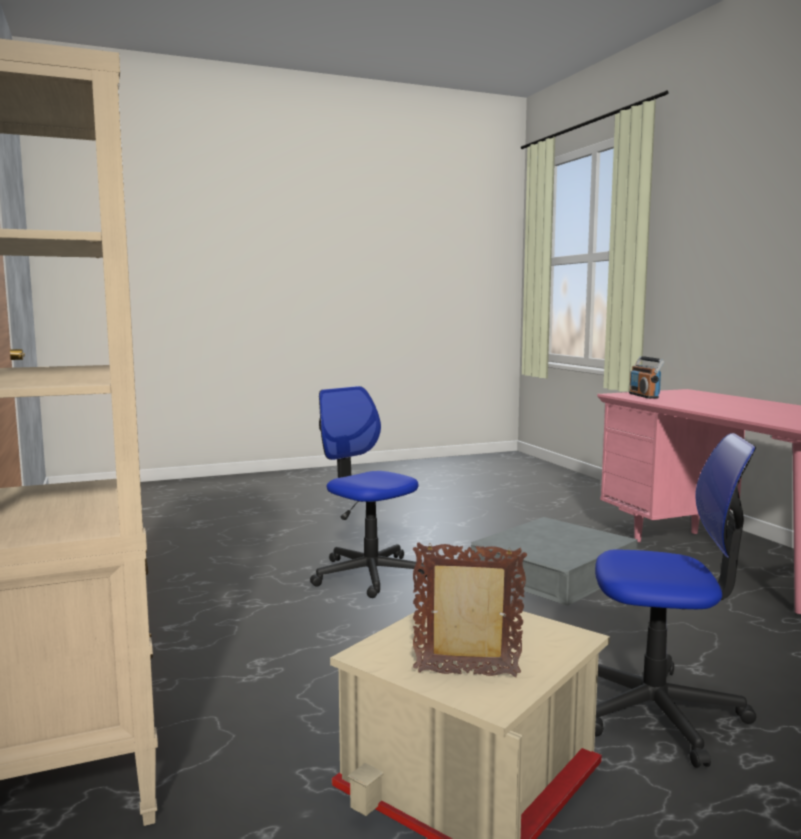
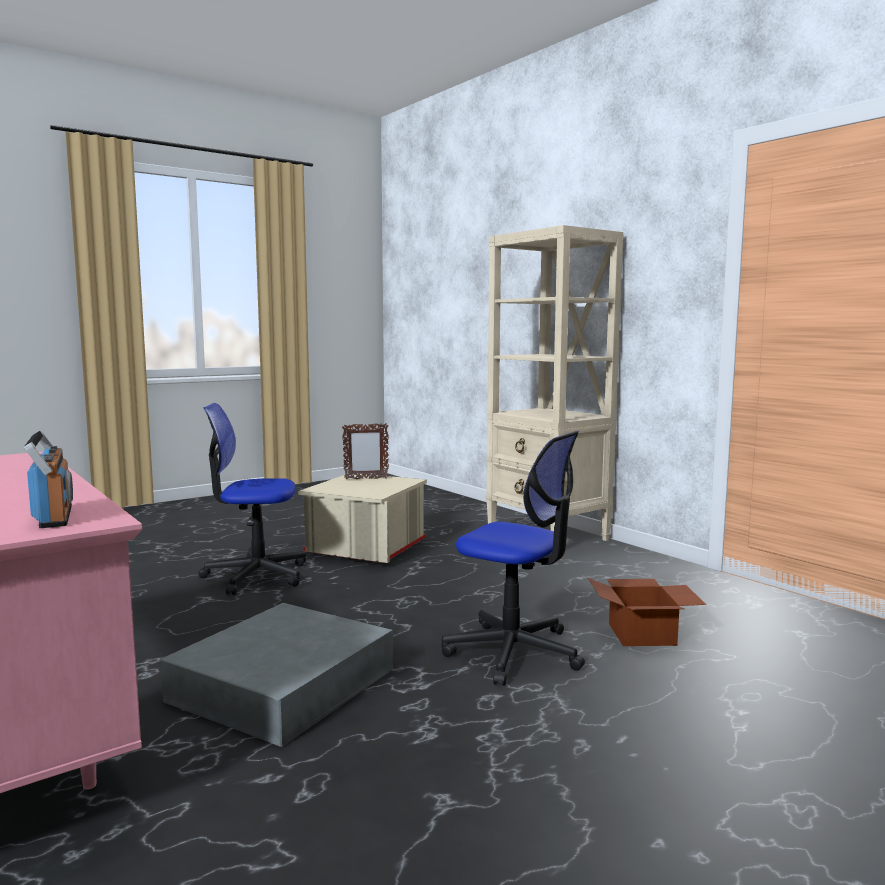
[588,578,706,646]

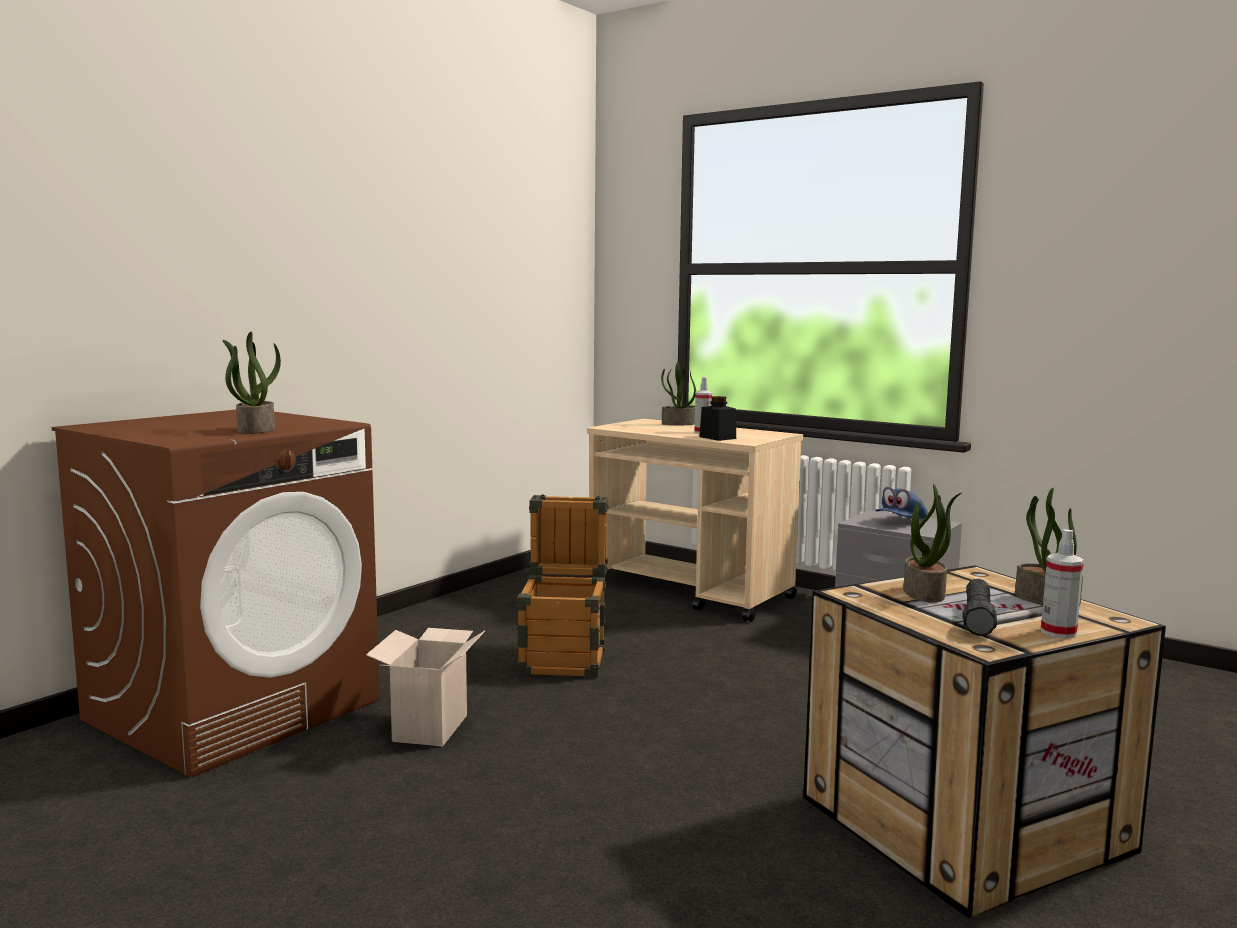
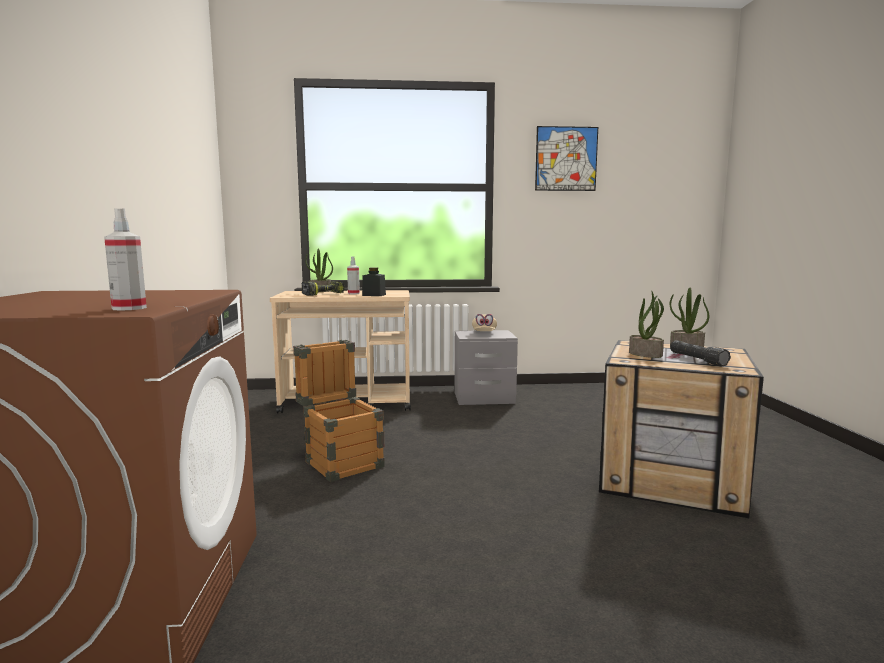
[222,332,281,434] (first image)
[472,314,497,331]
[104,208,147,311]
[366,628,485,746] (first image)
[535,126,598,191]
[301,281,345,296]

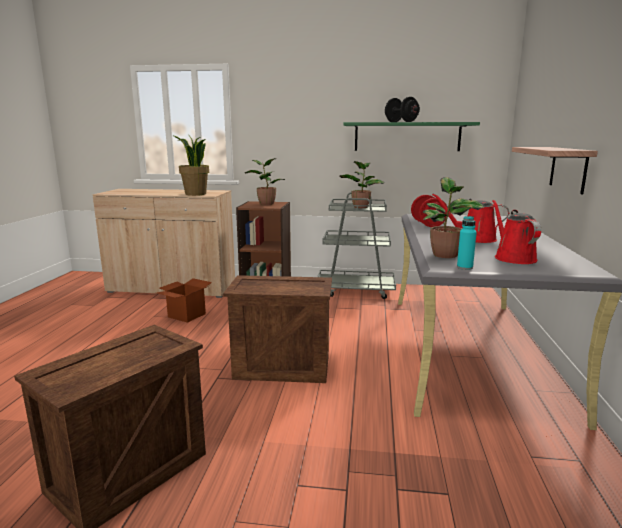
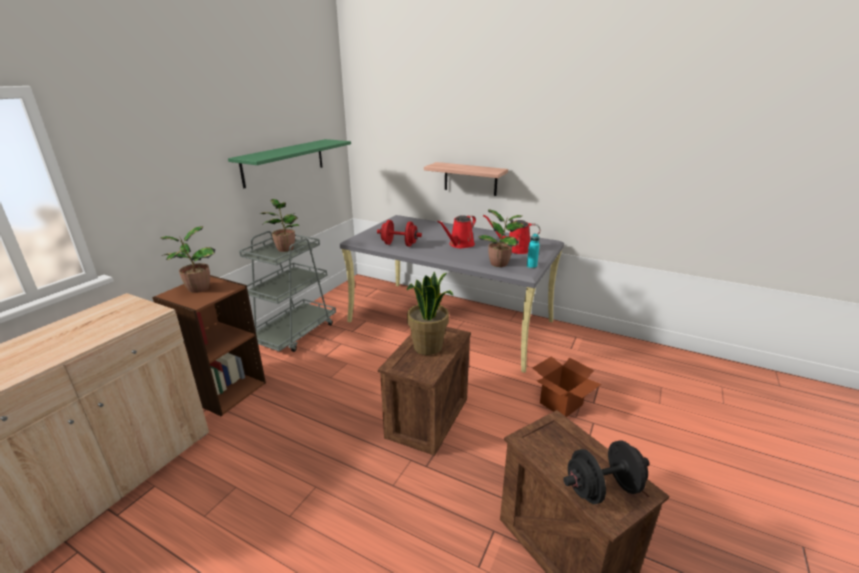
[563,440,649,504]
[407,272,453,355]
[533,356,601,417]

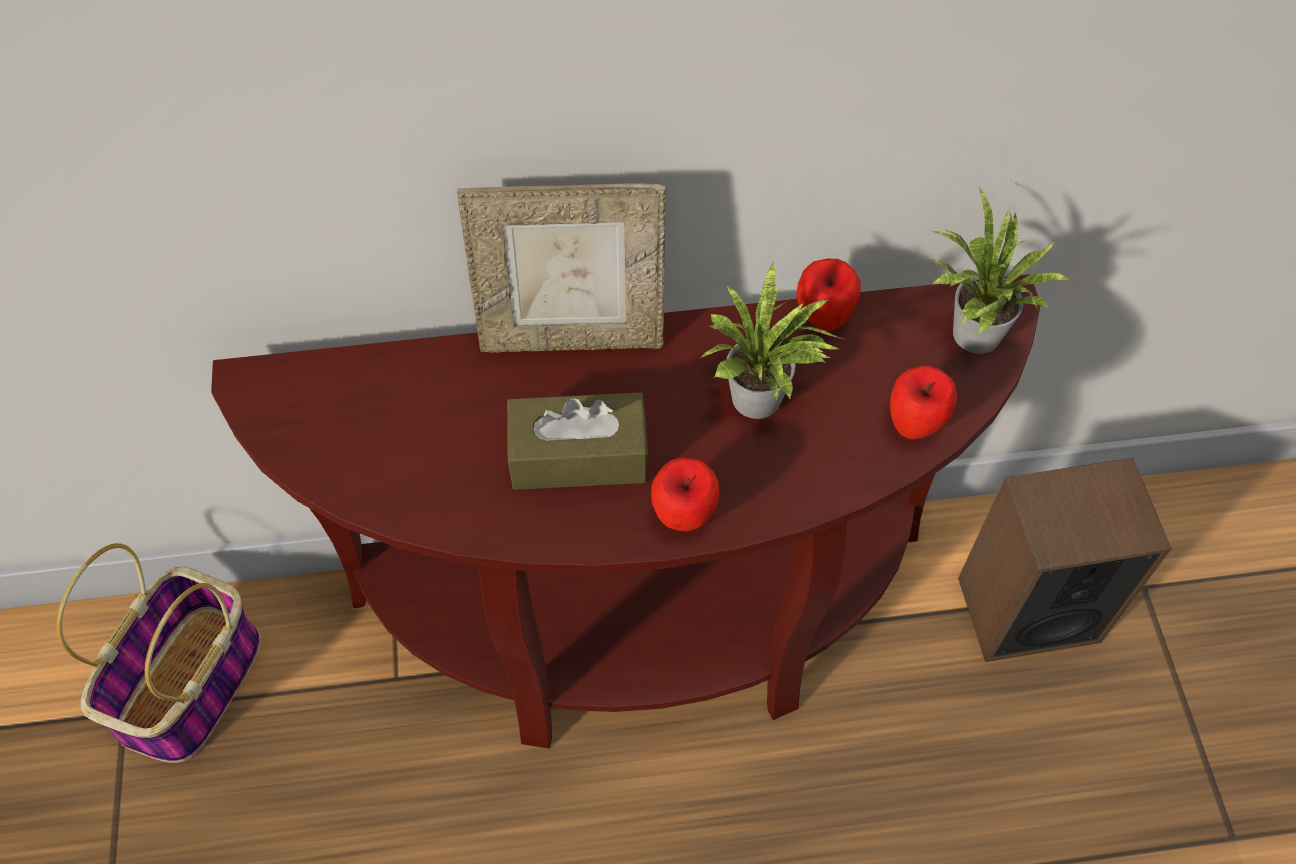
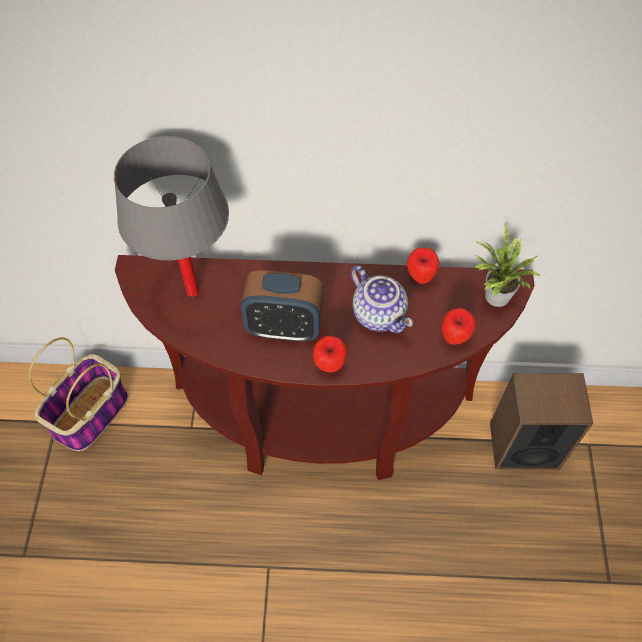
[457,183,666,353] (first image)
[351,265,413,333]
[241,270,323,341]
[114,136,229,297]

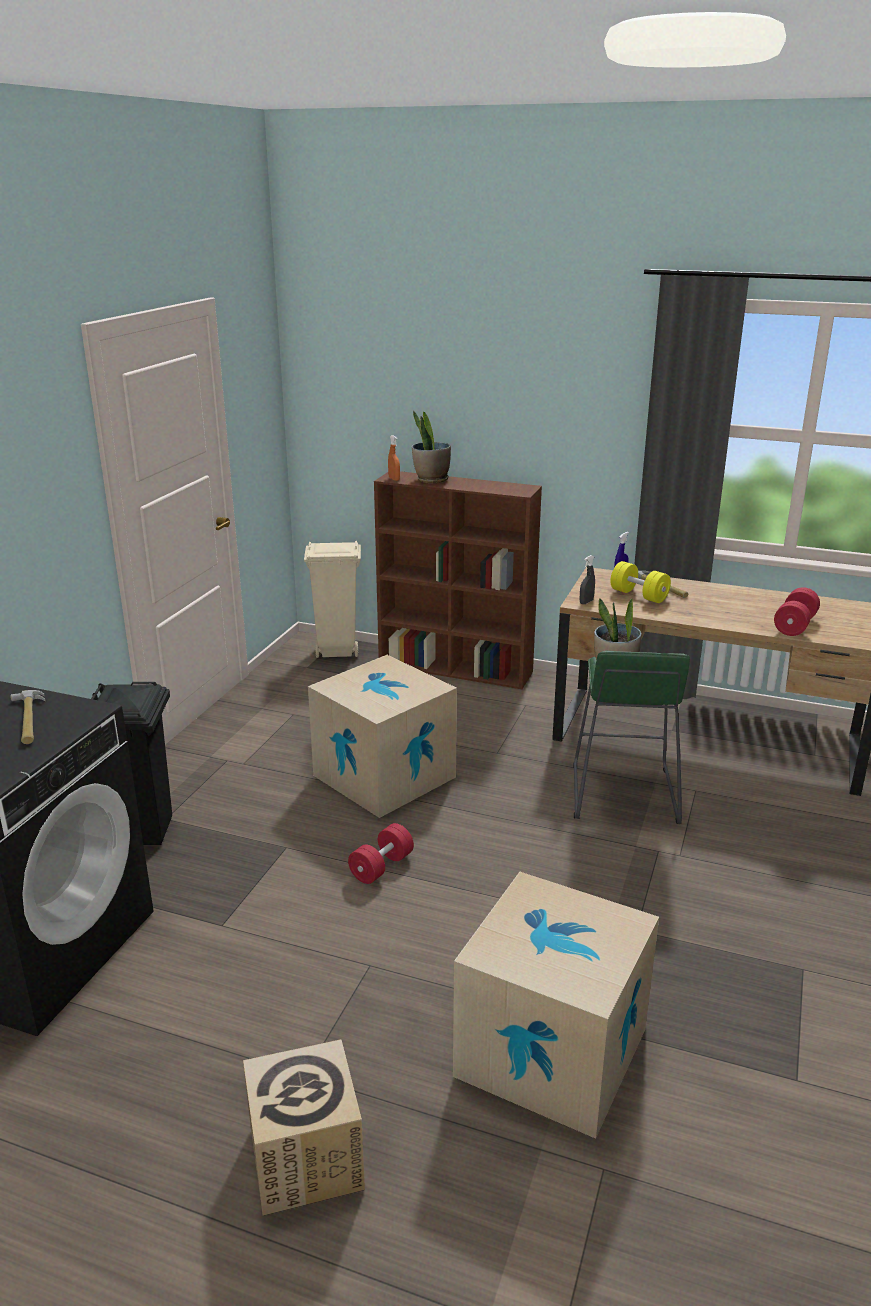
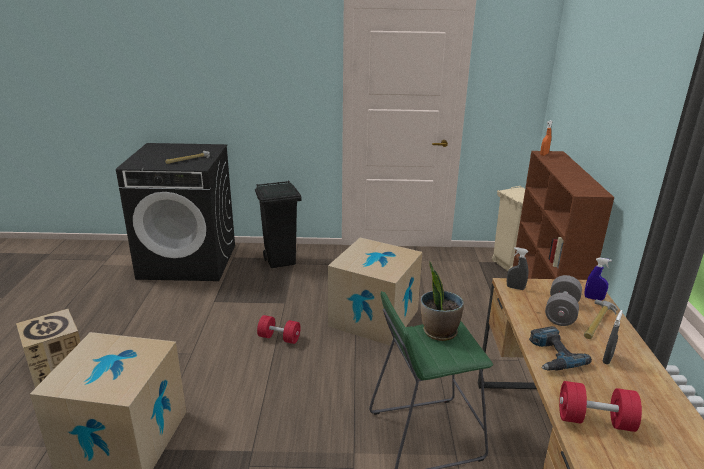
[412,411,451,483] (first image)
[545,275,582,326]
[602,310,623,364]
[529,326,592,371]

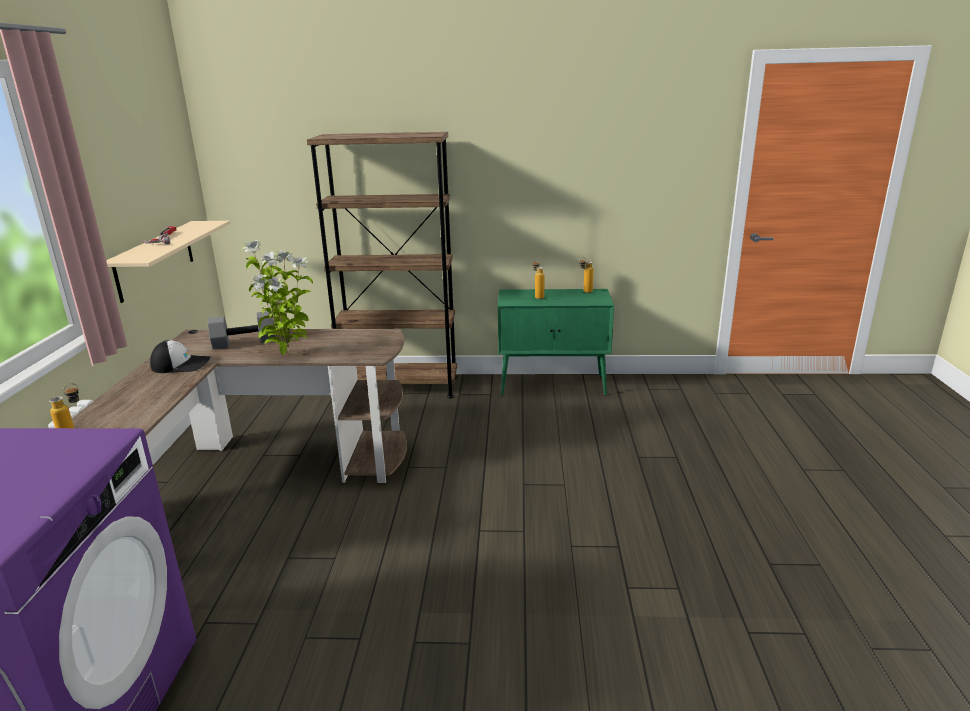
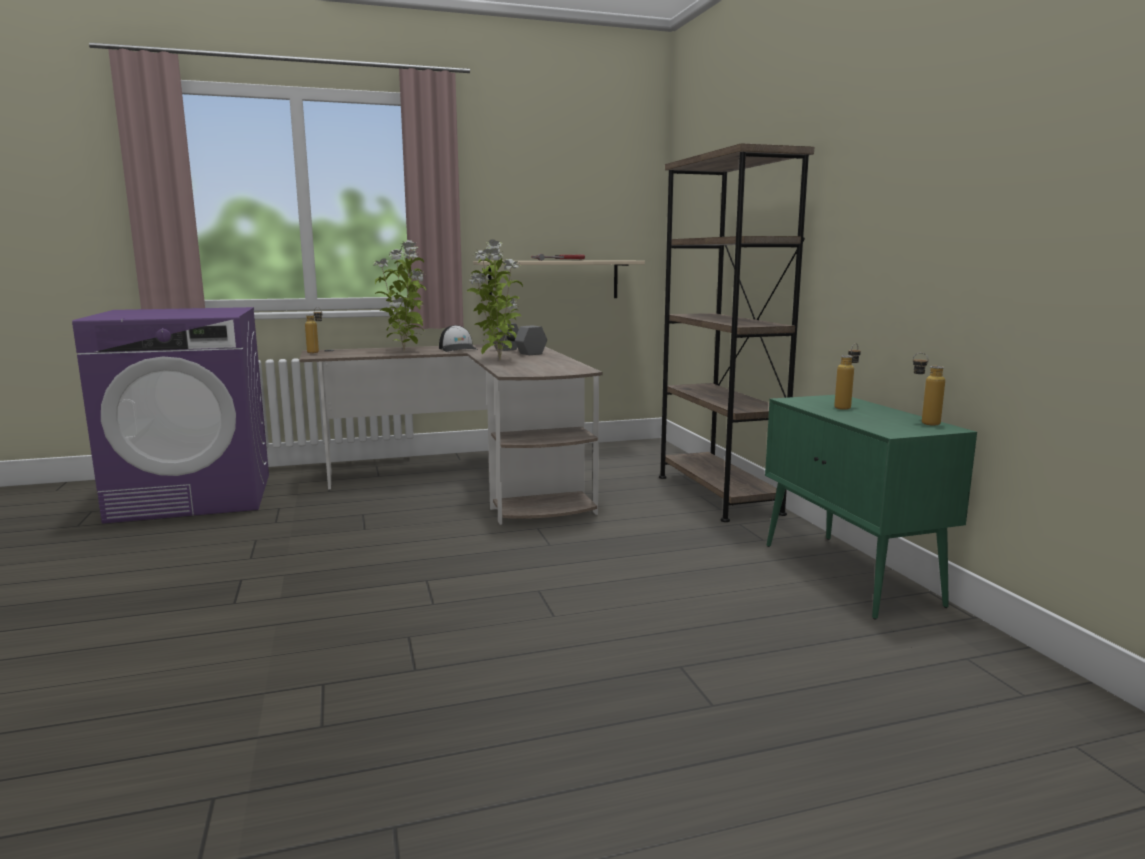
[373,240,426,351]

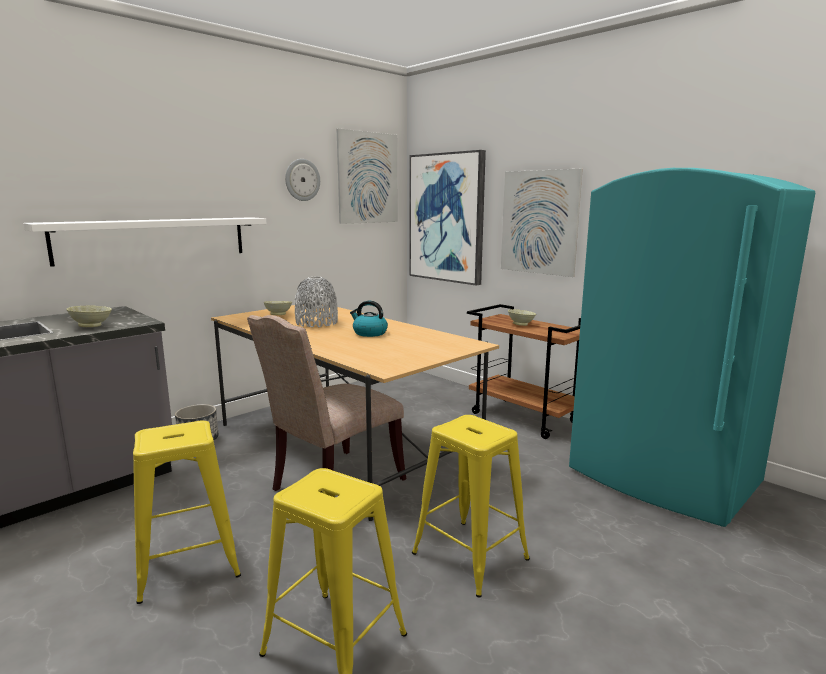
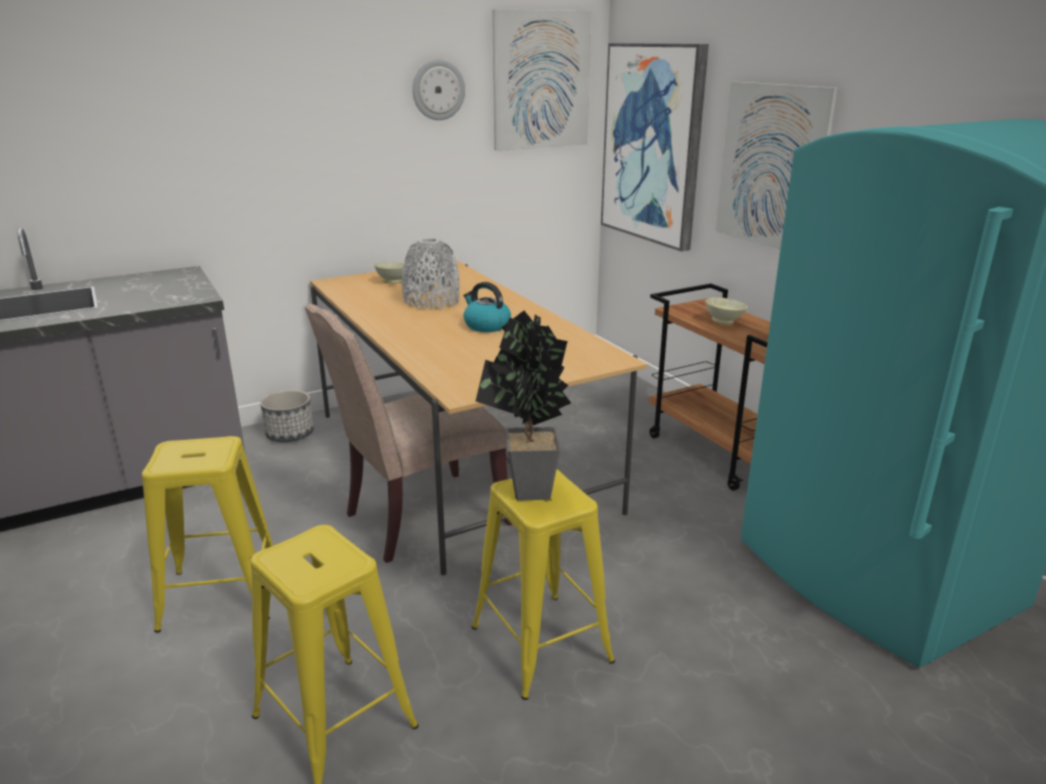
[23,217,267,267] (first image)
[66,305,112,327] (first image)
[475,311,571,501]

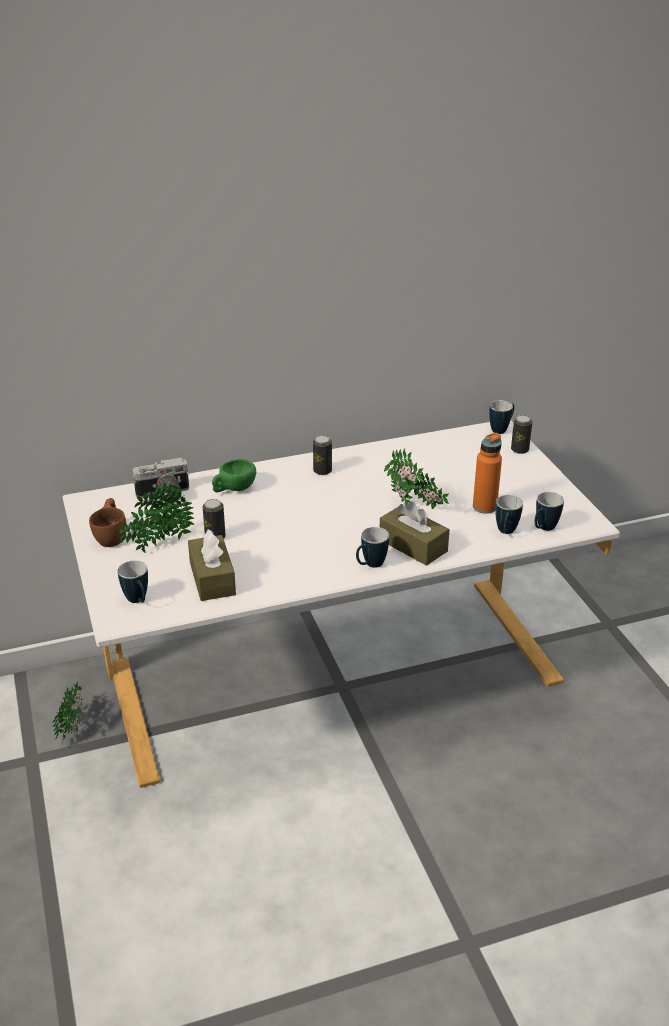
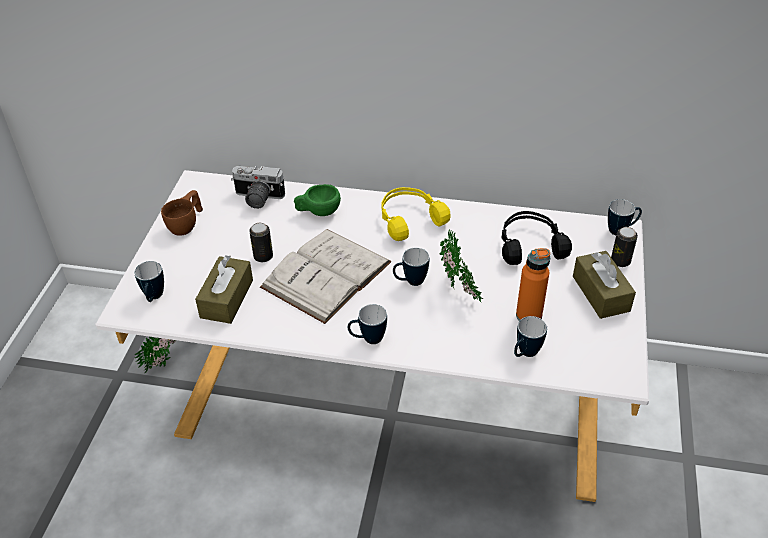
[381,187,450,241]
[118,483,195,553] (first image)
[393,248,429,286]
[573,251,636,319]
[502,211,572,265]
[260,229,392,324]

